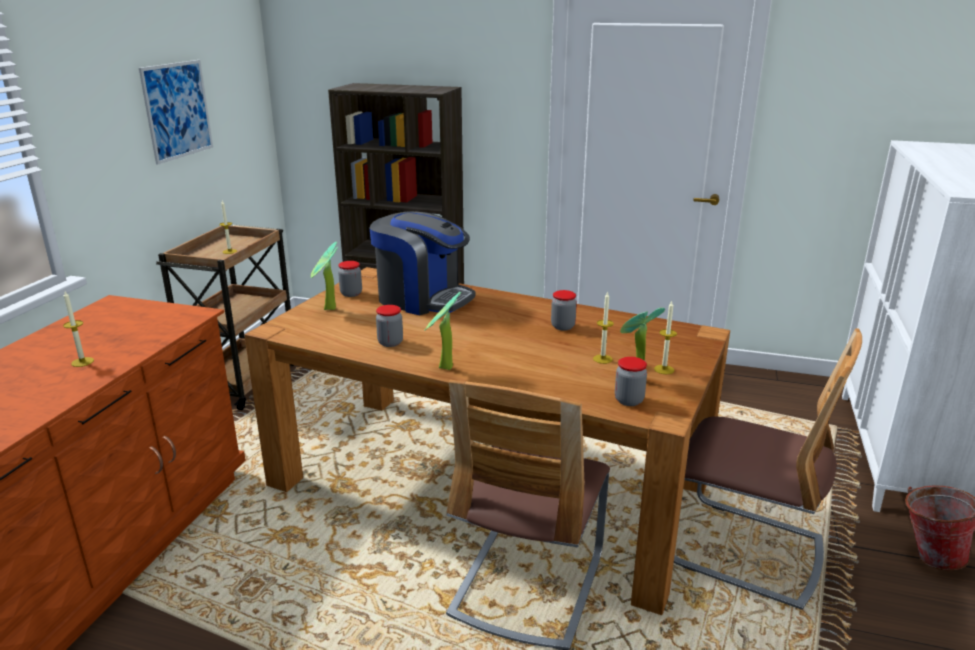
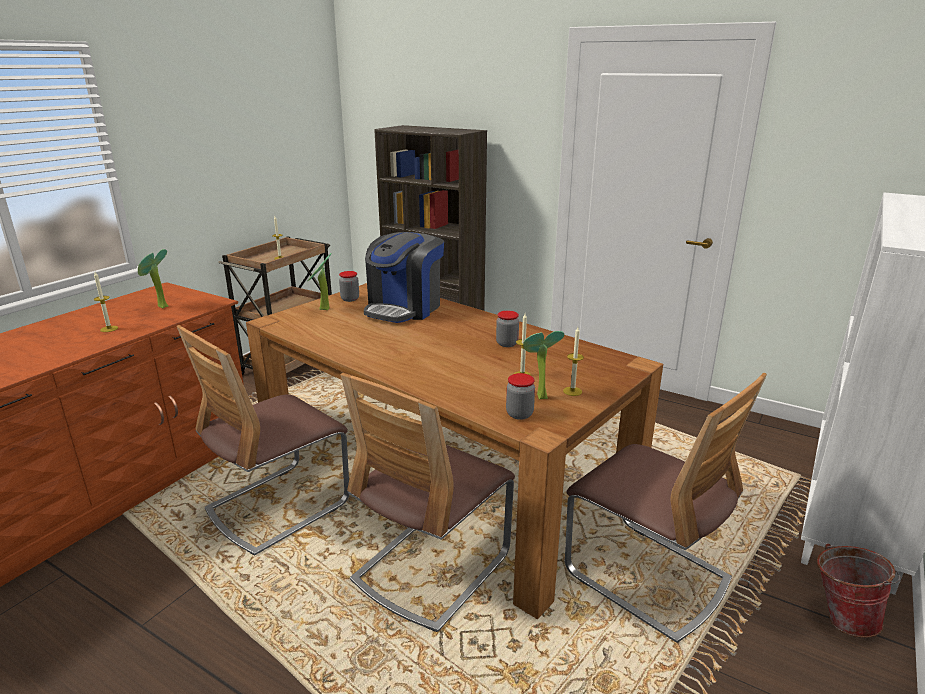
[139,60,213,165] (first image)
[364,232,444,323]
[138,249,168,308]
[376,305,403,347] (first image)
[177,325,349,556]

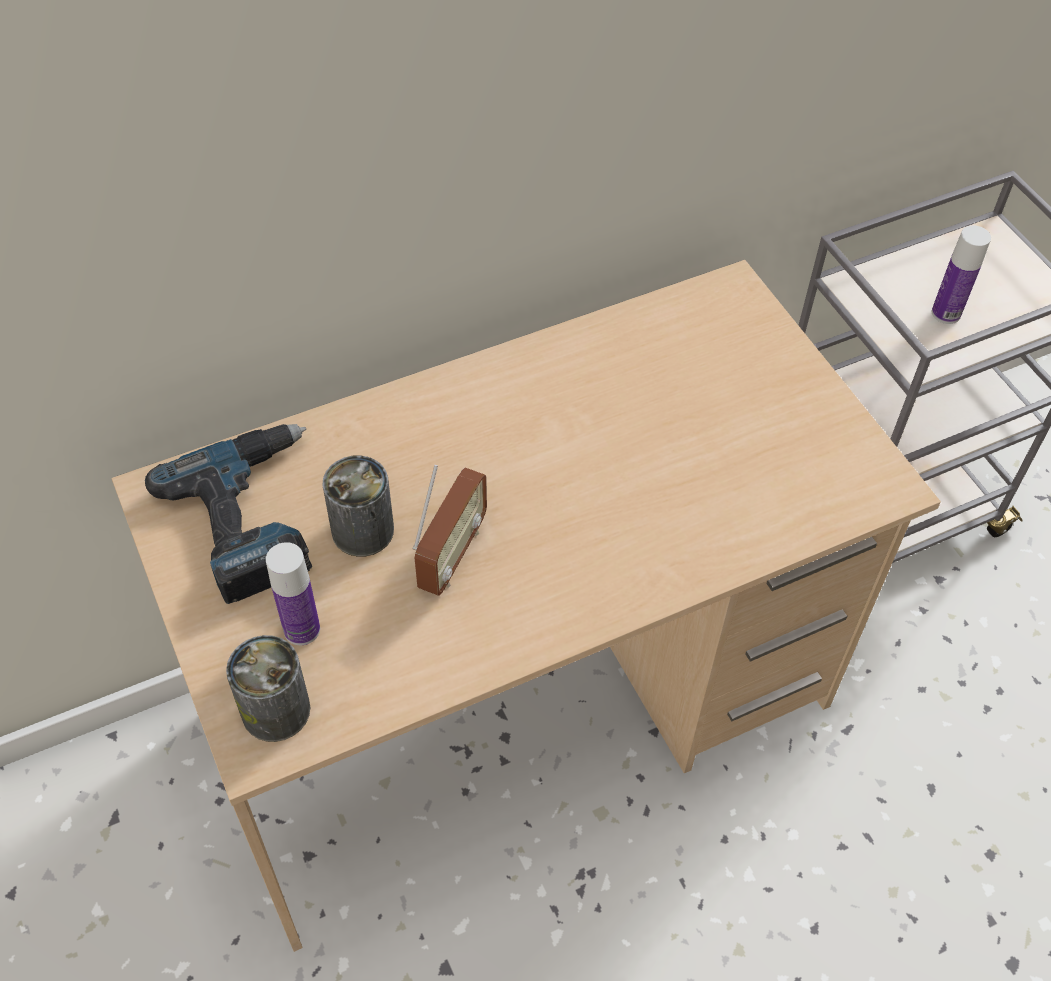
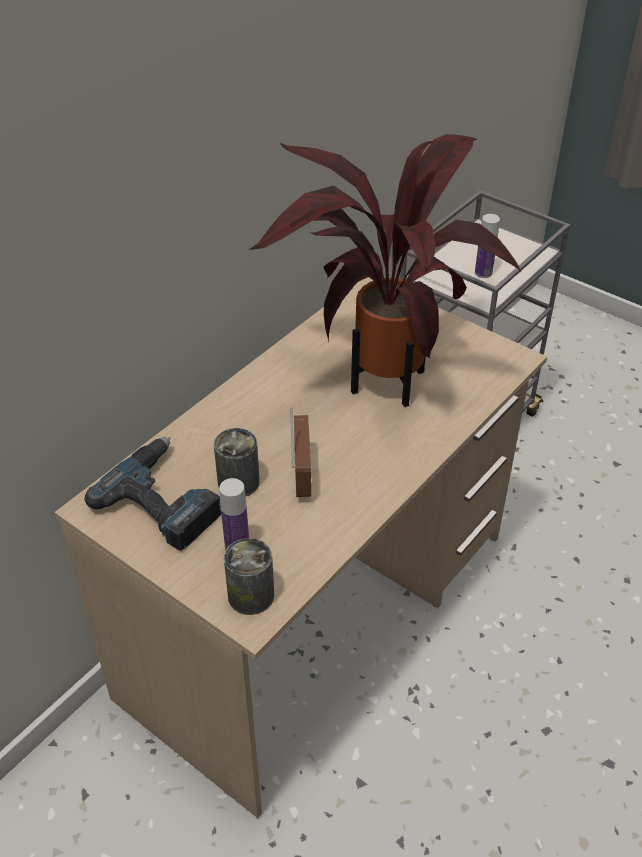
[249,134,522,407]

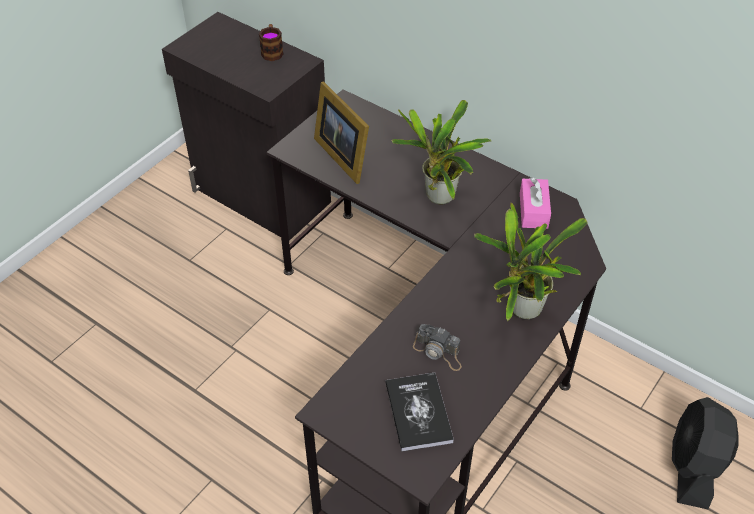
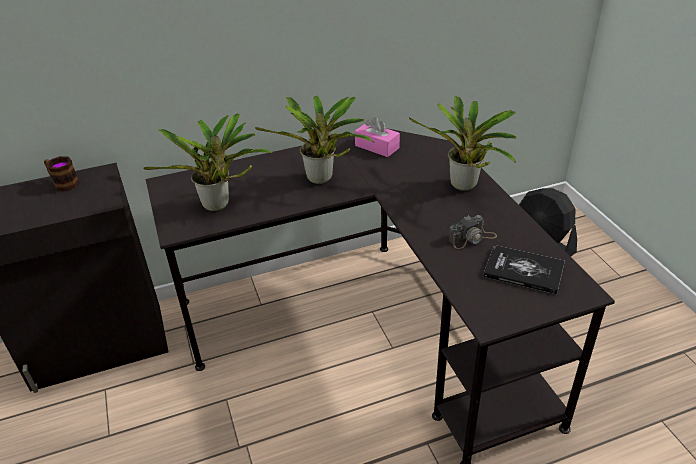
[143,113,274,211]

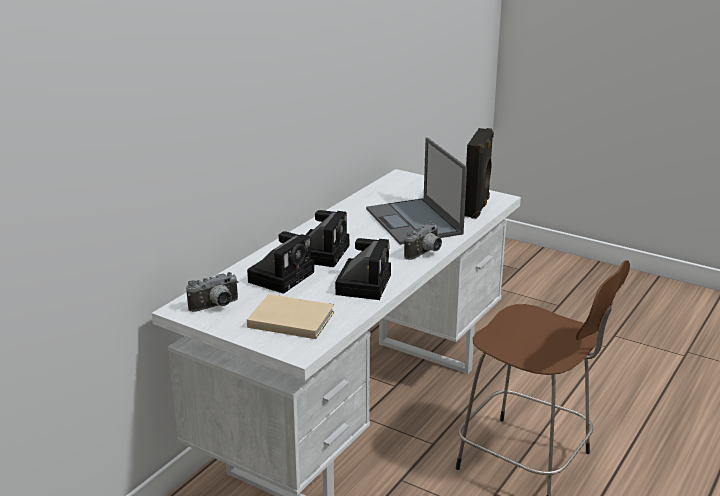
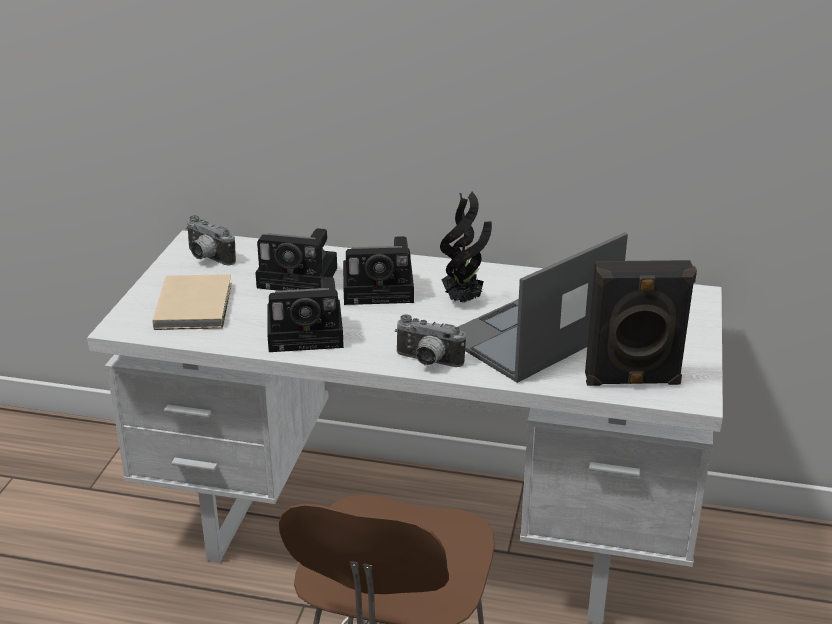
[440,192,492,303]

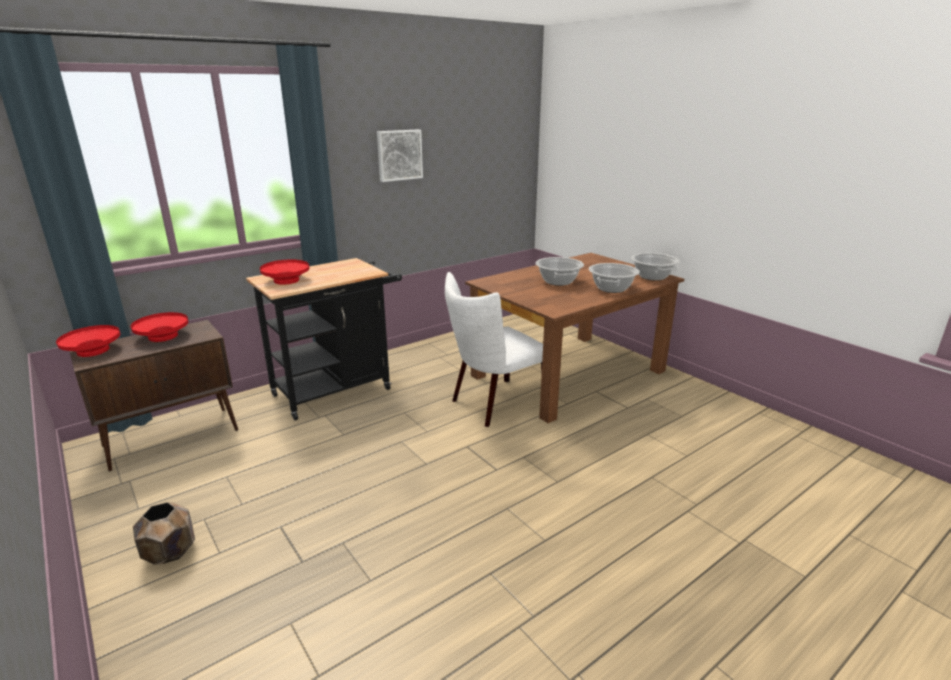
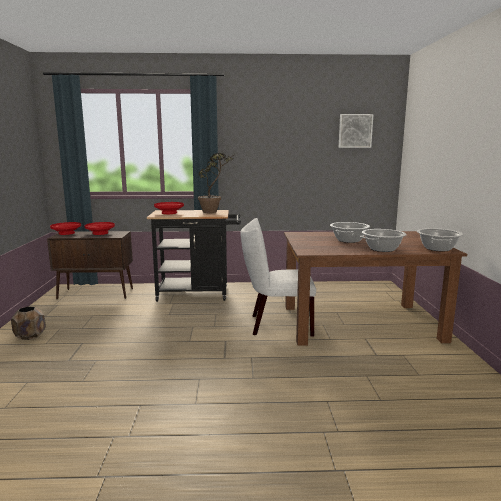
[339,114,373,148]
[198,153,235,213]

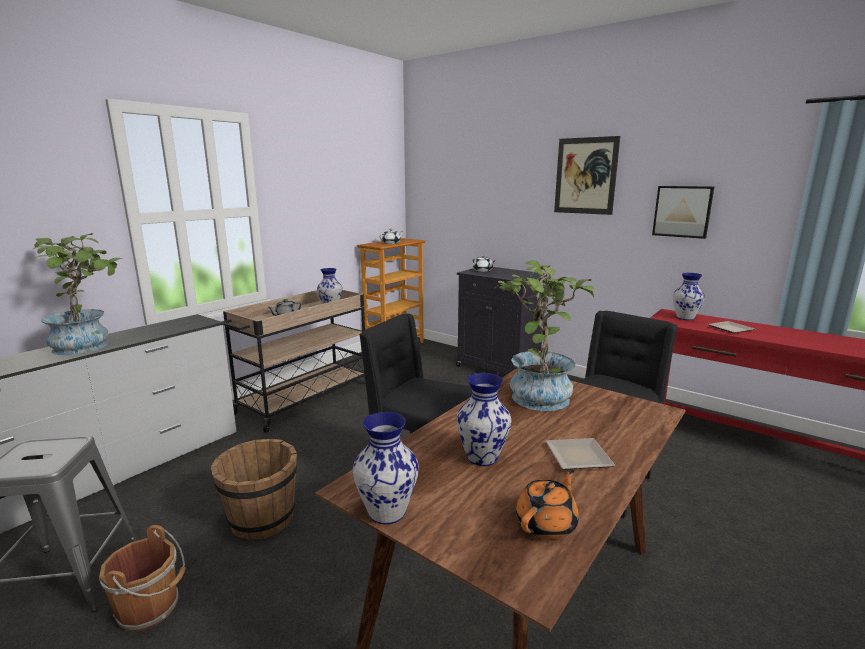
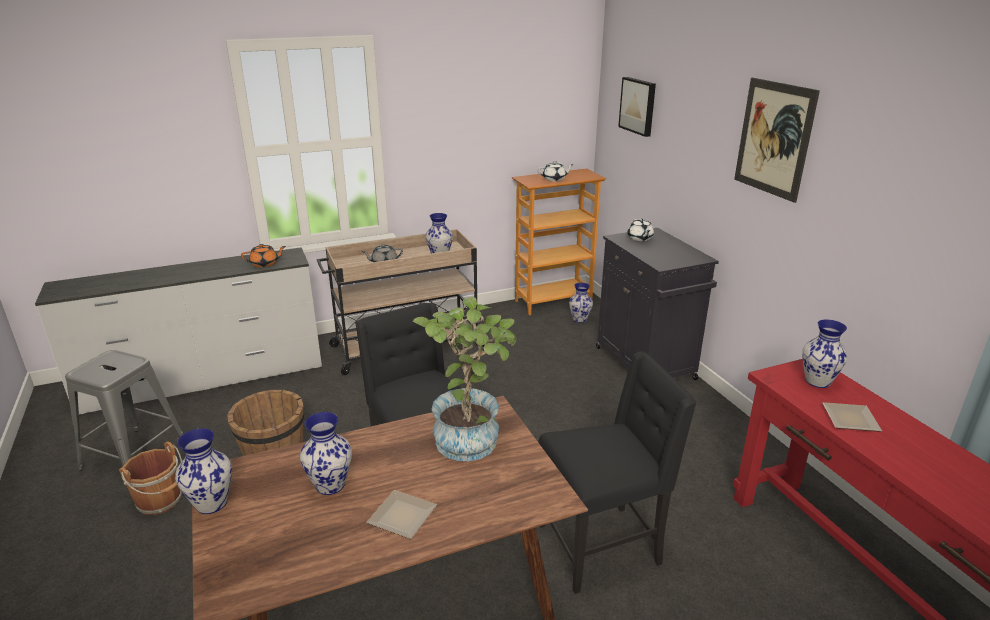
[618,77,656,137]
[33,233,122,355] (first image)
[241,244,286,268]
[569,282,593,323]

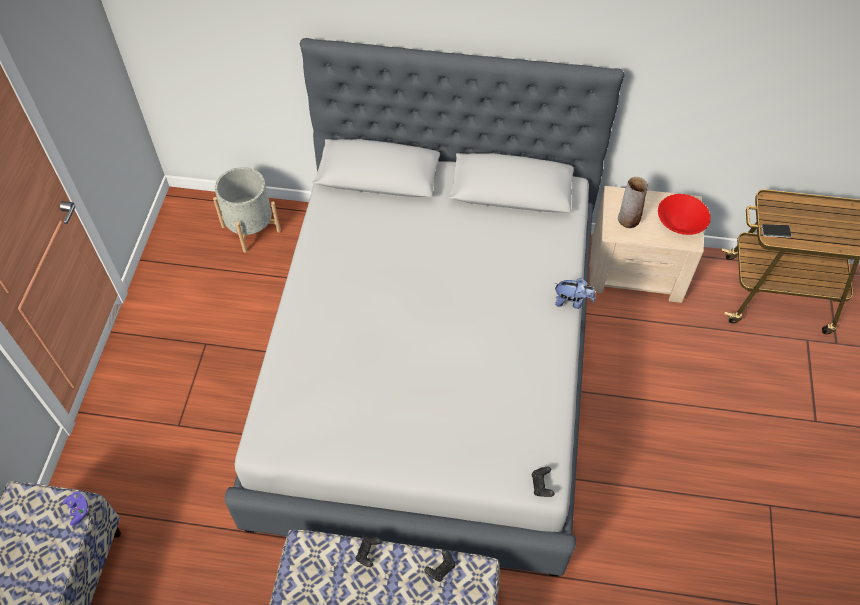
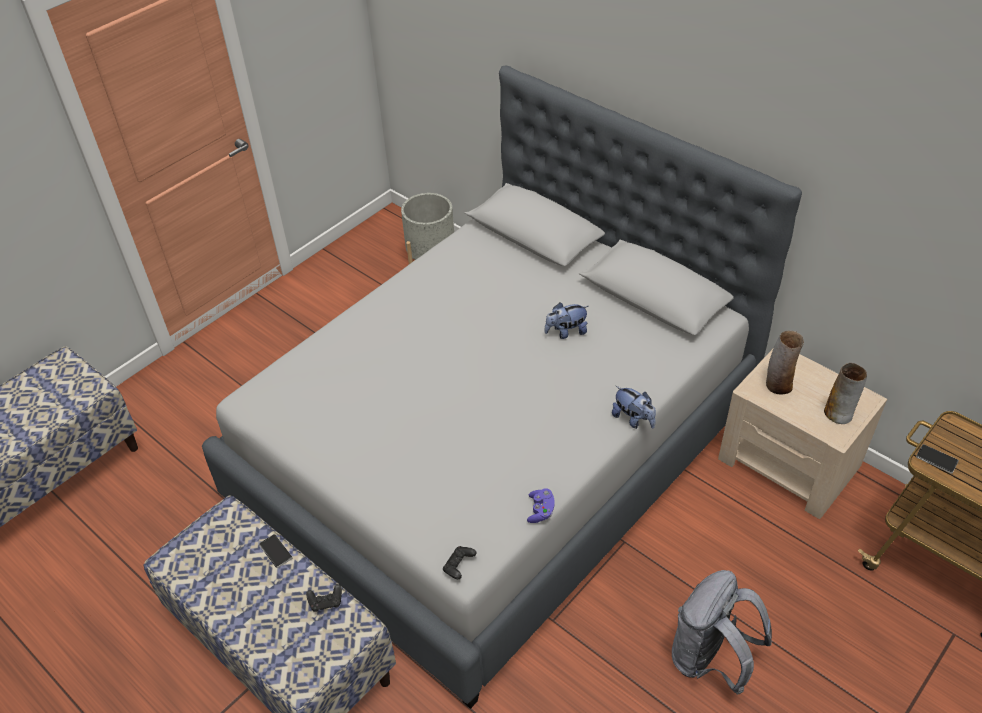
[824,363,867,424]
[527,488,555,523]
[259,534,293,568]
[544,302,589,339]
[672,570,772,695]

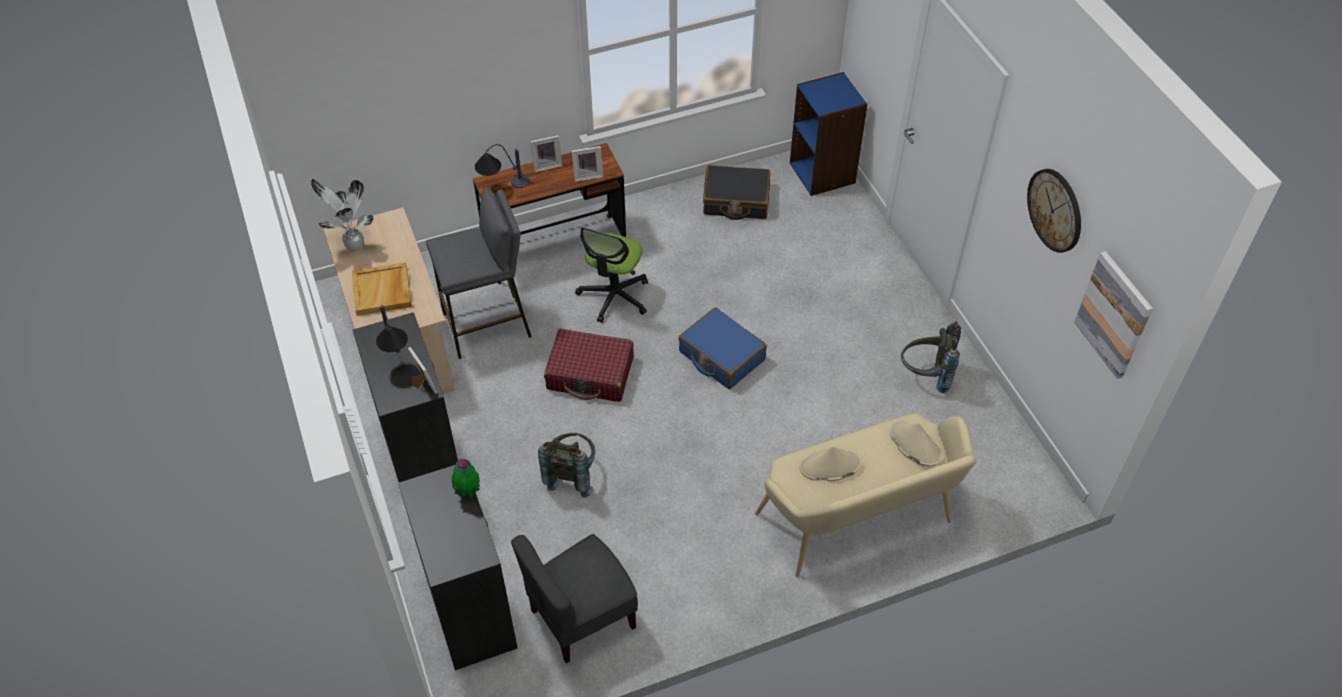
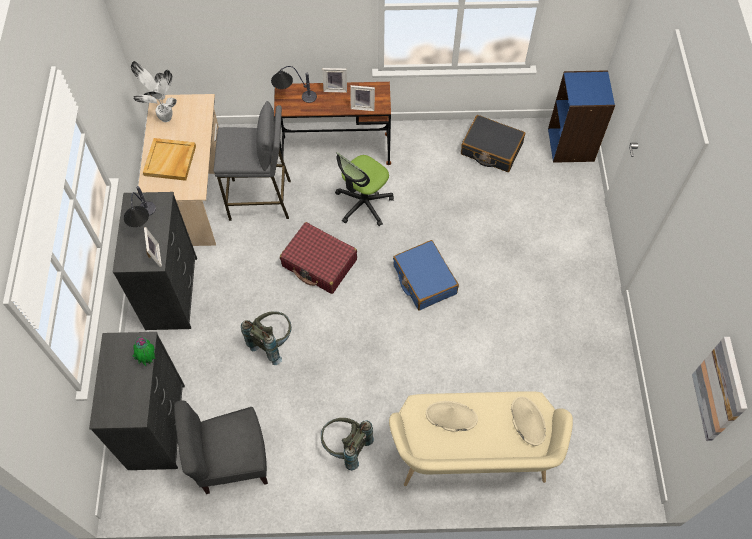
[1027,169,1081,253] (first image)
[321,418,374,470]

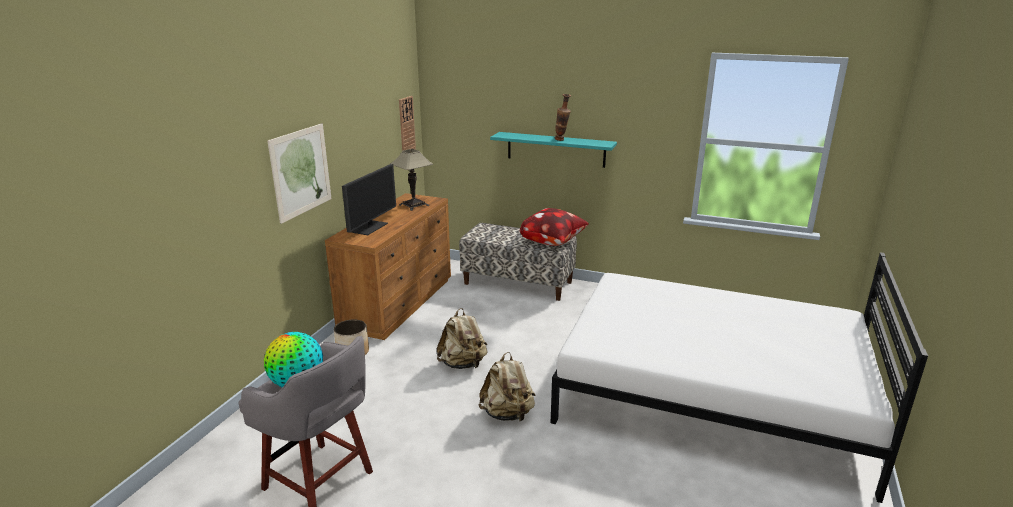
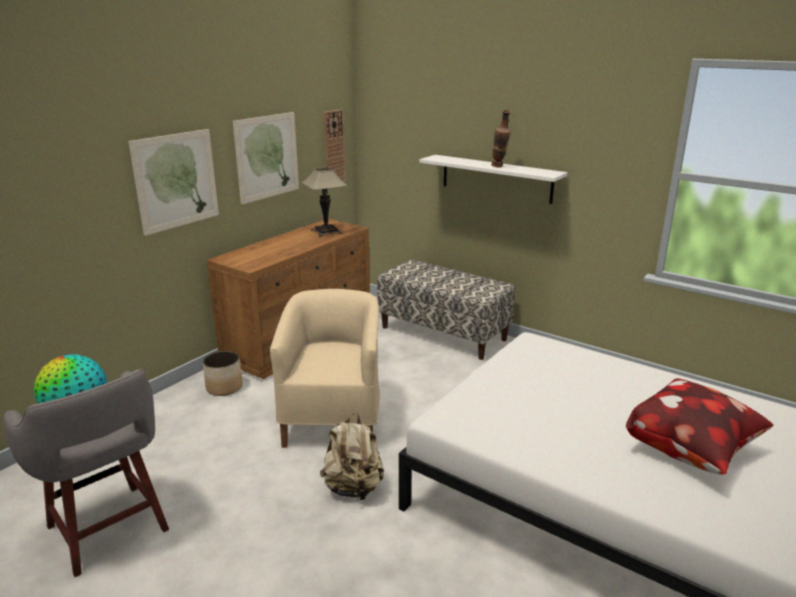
[419,155,567,204]
[342,164,396,235] (first image)
[626,378,773,475]
[270,289,380,448]
[233,112,299,204]

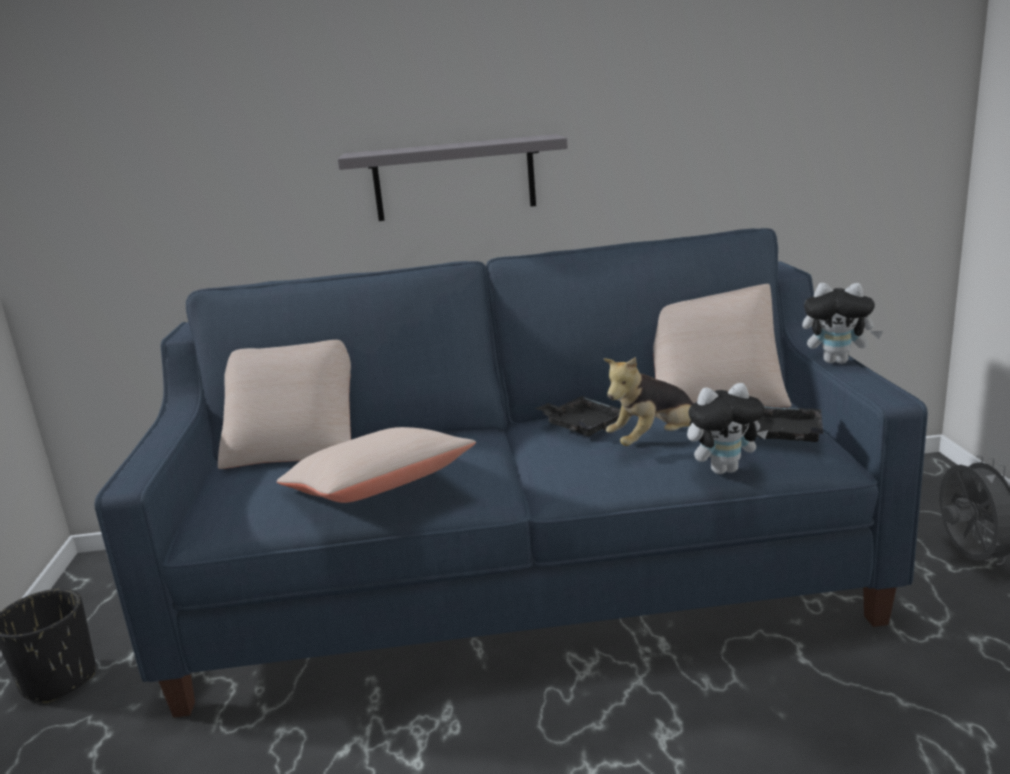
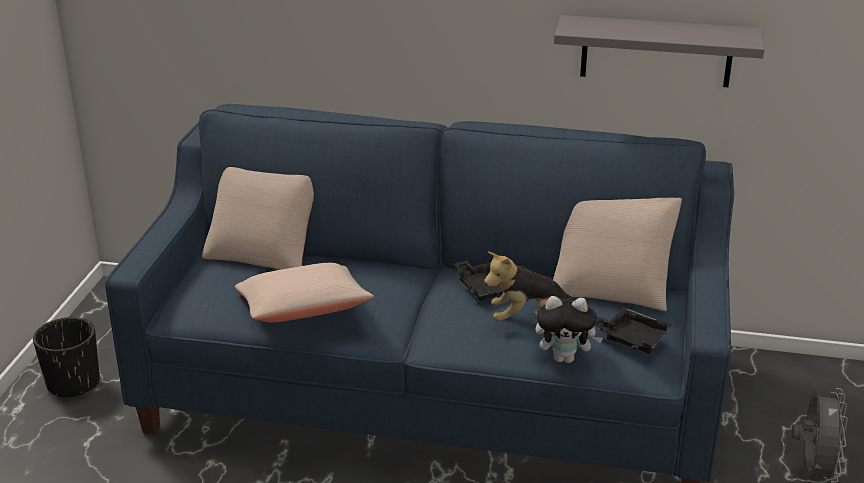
[554,15,764,87]
[802,283,883,364] (first image)

